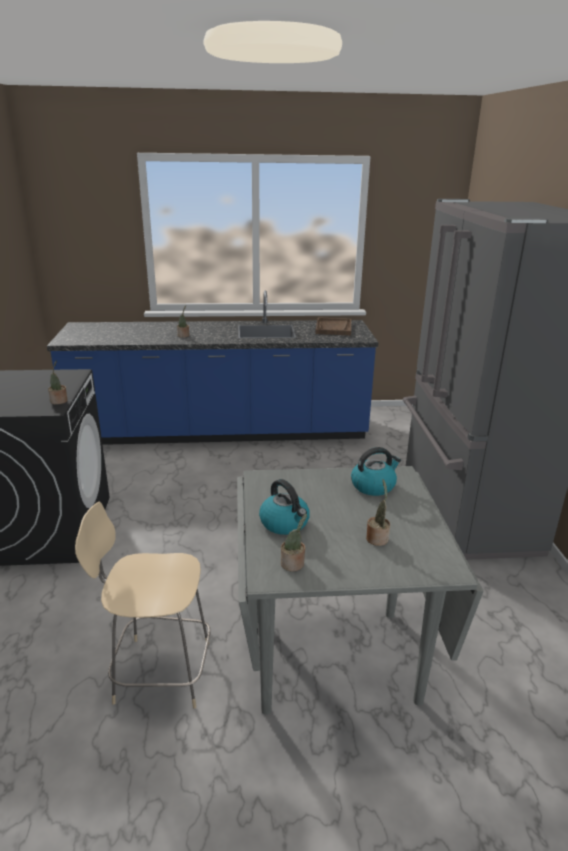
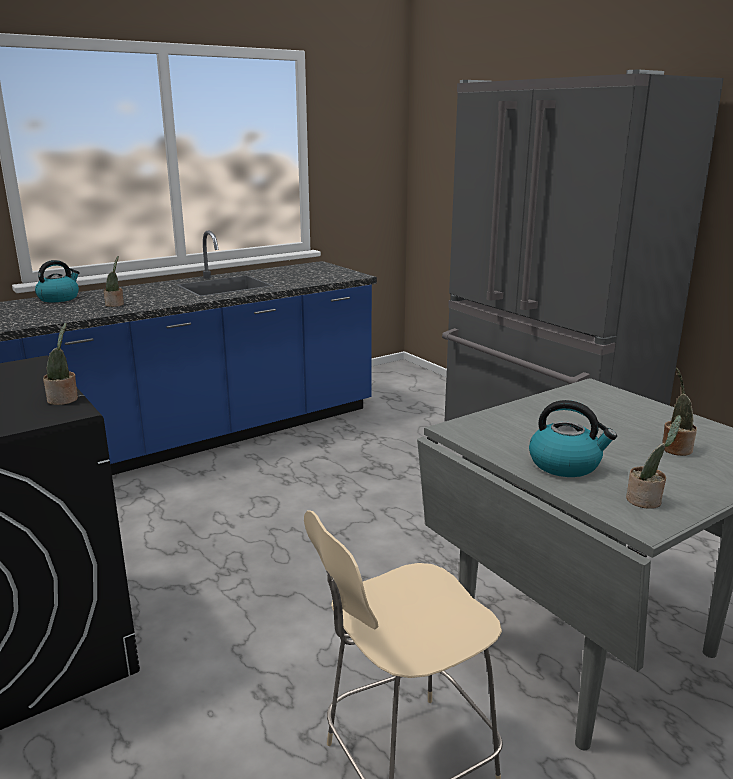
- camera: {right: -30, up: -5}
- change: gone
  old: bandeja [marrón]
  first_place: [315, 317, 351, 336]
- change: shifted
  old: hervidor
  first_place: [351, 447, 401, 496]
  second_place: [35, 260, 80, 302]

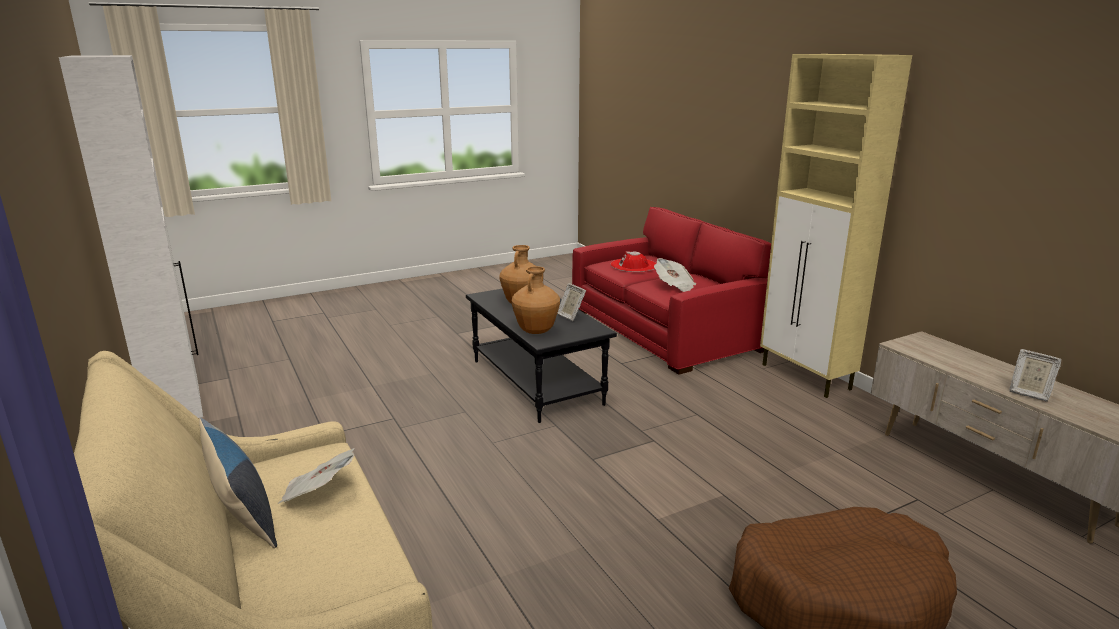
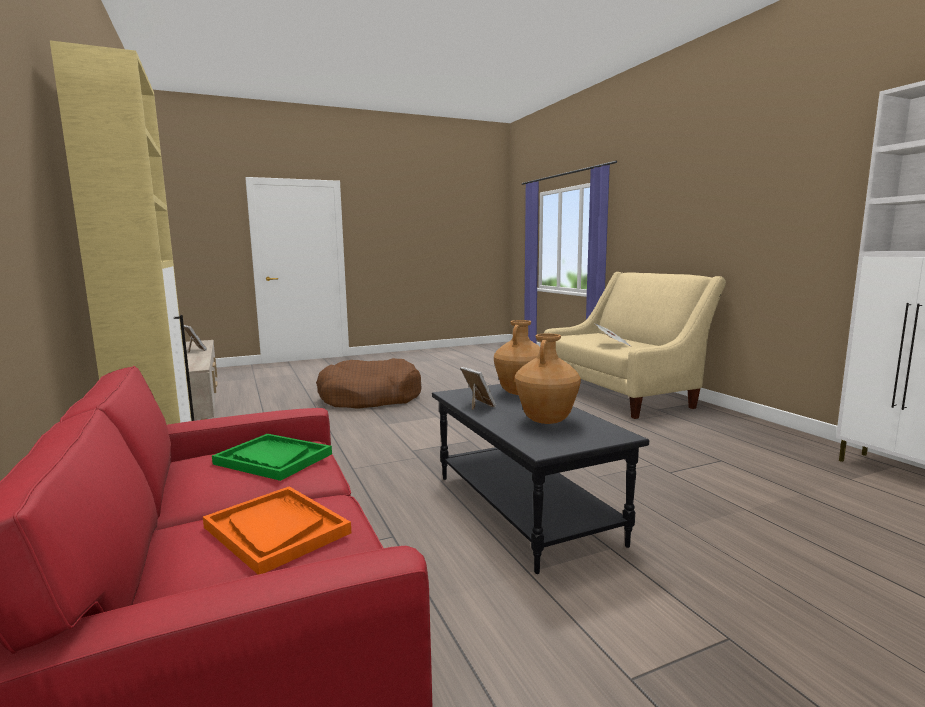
- camera: {right: -175, up: -10}
- change: swapped
  old: sombrero [rojo]
  new: bandeja [naranja]
  first_place: [610, 251, 656, 272]
  second_place: [203, 486, 352, 575]
- change: swapped
  old: periódico
  new: bandeja [verde]
  first_place: [654, 258, 696, 292]
  second_place: [212, 434, 332, 481]
- change: gone
  old: cojín
  first_place: [199, 417, 277, 548]

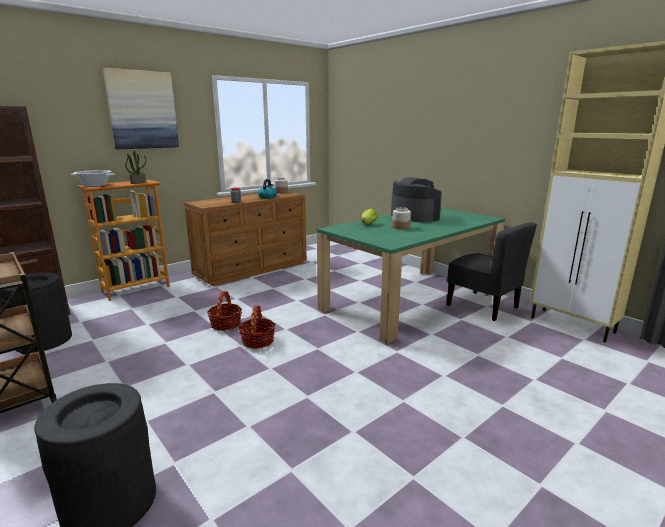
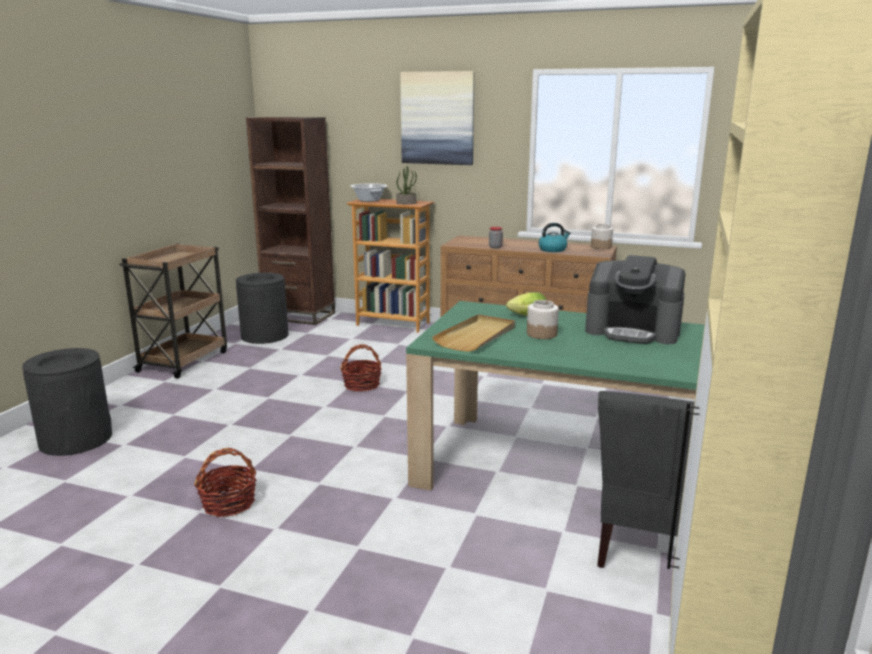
- camera: {right: 60, up: 0}
- change: rotated
  old: cafetera
  first_place: [391, 177, 442, 222]
  second_place: [585, 255, 685, 344]
  degrees: 90
- change: shifted
  old: cesta
  first_place: [238, 305, 276, 349]
  second_place: [194, 448, 257, 517]
- change: new
  new: bandeja [beis]
  second_place: [432, 314, 515, 352]

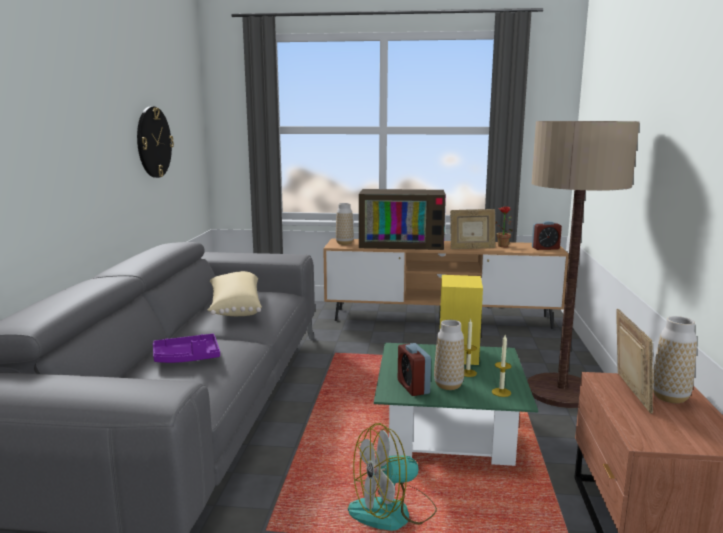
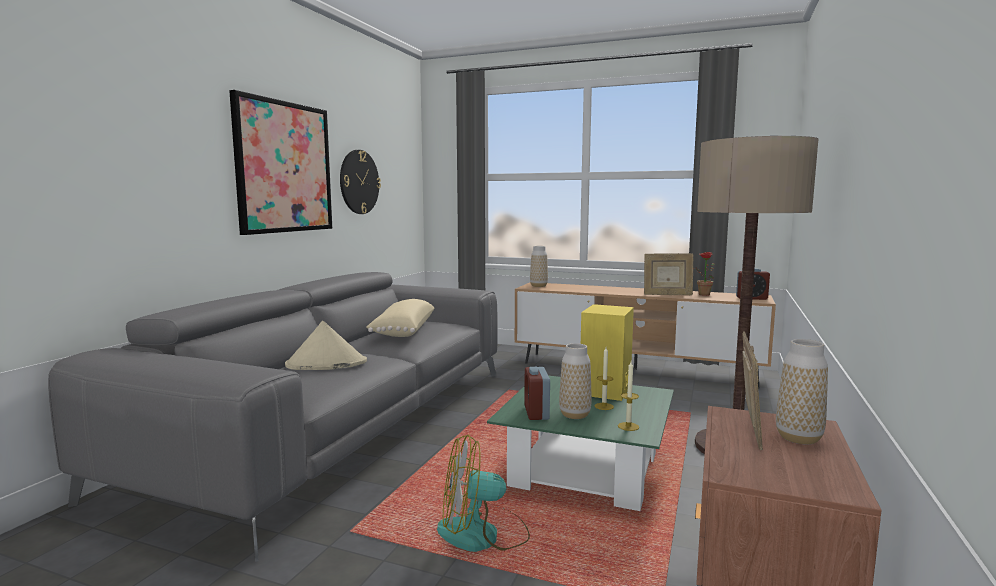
- camera: {right: 15, up: -5}
- change: gone
  old: televisor
  first_place: [359, 189, 446, 250]
- change: swapped
  old: bandeja [morado]
  new: sombrero [beis]
  first_place: [153, 334, 220, 363]
  second_place: [285, 321, 367, 370]
- change: new
  new: cuadro
  second_place: [229, 90, 332, 235]

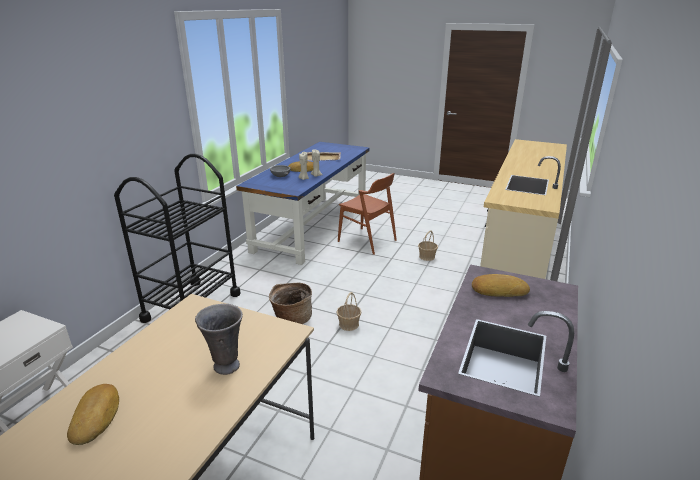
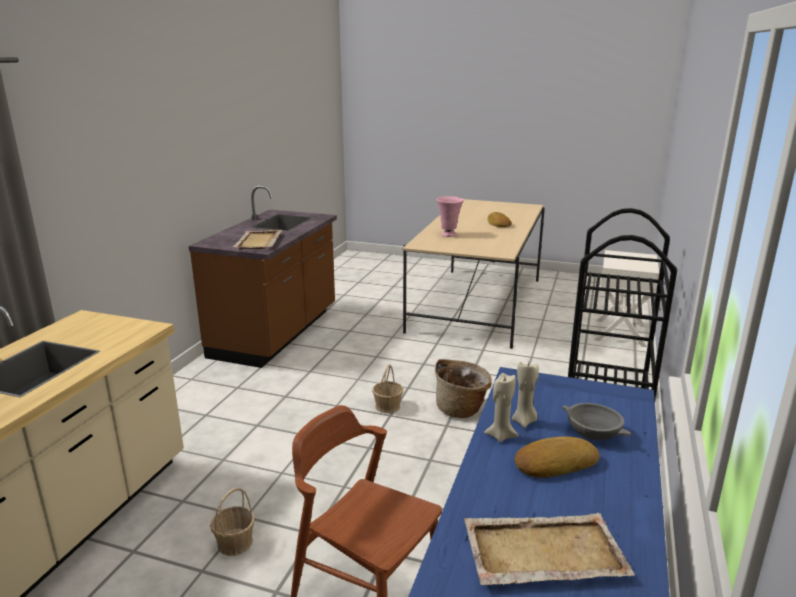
- camera: {right: 175, up: -5}
- change: swapped
  old: pan
  new: bandeja [beis]
  first_place: [472, 274, 530, 297]
  second_place: [233, 230, 282, 249]
- change: repainted
  old: florero [gris]
  new: florero [rosa]
  first_place: [195, 304, 243, 375]
  second_place: [436, 196, 464, 237]

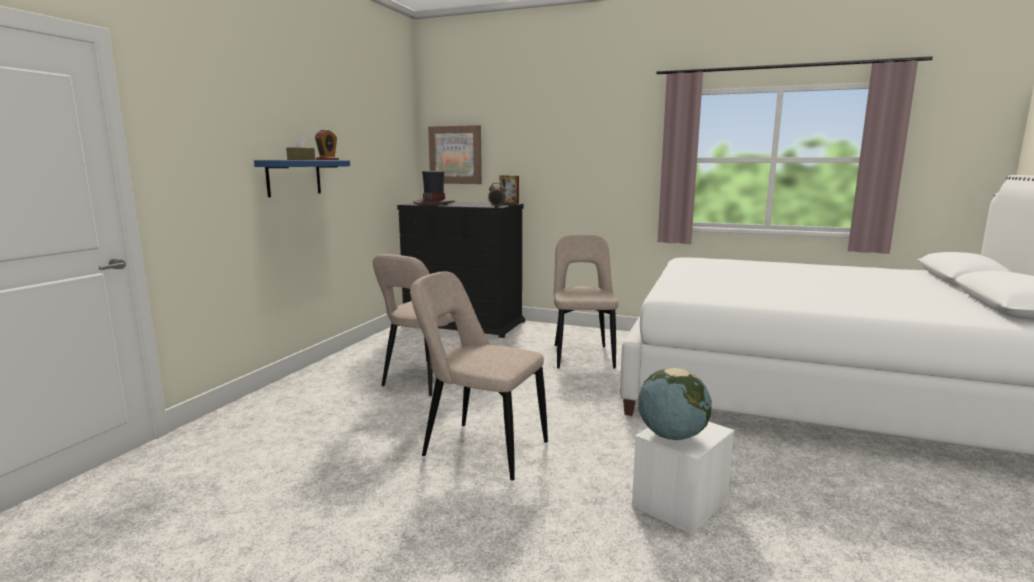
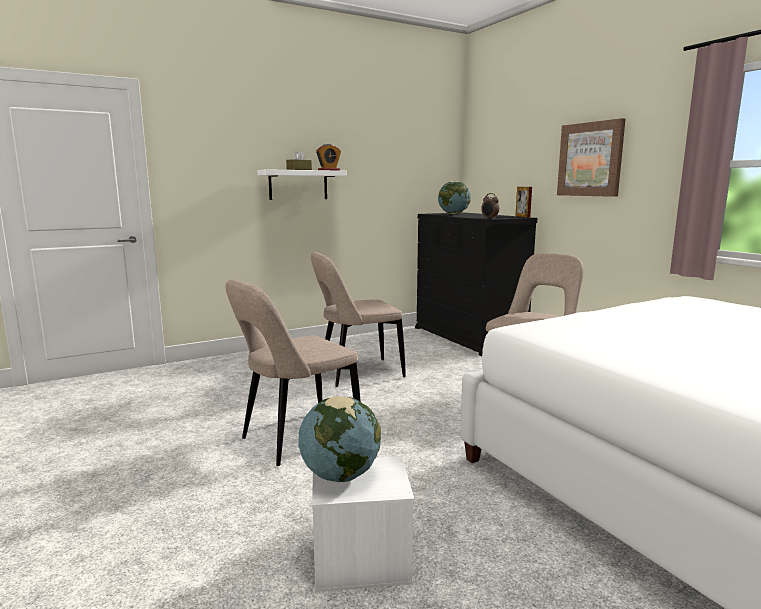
- camera: {right: 40, up: 0}
- change: shifted
  old: cuadro
  first_place: [428, 125, 482, 184]
  second_place: [557, 118, 626, 197]
- change: repainted
  old: estante [azul]
  new: estante [blanco]
  first_place: [254, 160, 350, 197]
  second_place: [257, 169, 347, 200]
- change: swapped
  old: sombrero
  new: globo terráqueo
  first_place: [413, 171, 455, 205]
  second_place: [438, 181, 471, 214]
- change: rotated
  old: silla [beis]
  first_place: [410, 271, 548, 480]
  second_place: [225, 279, 361, 466]
  degrees: -105

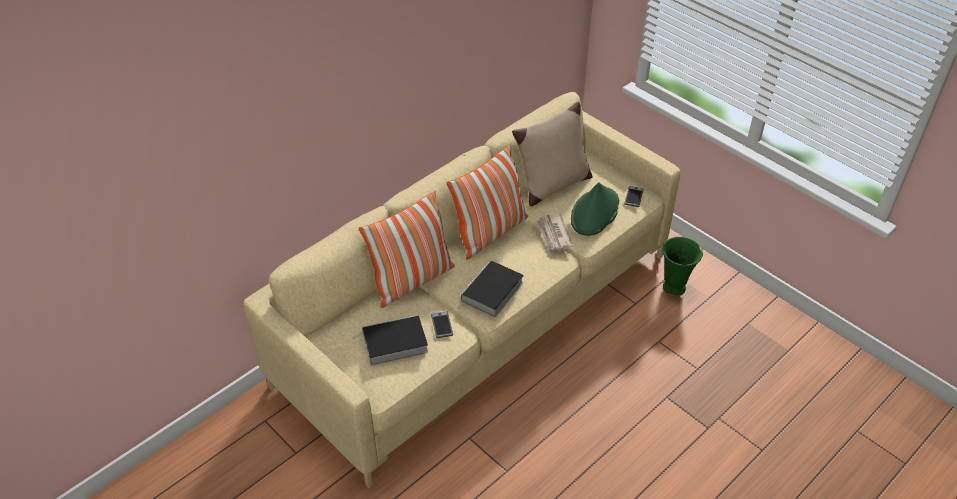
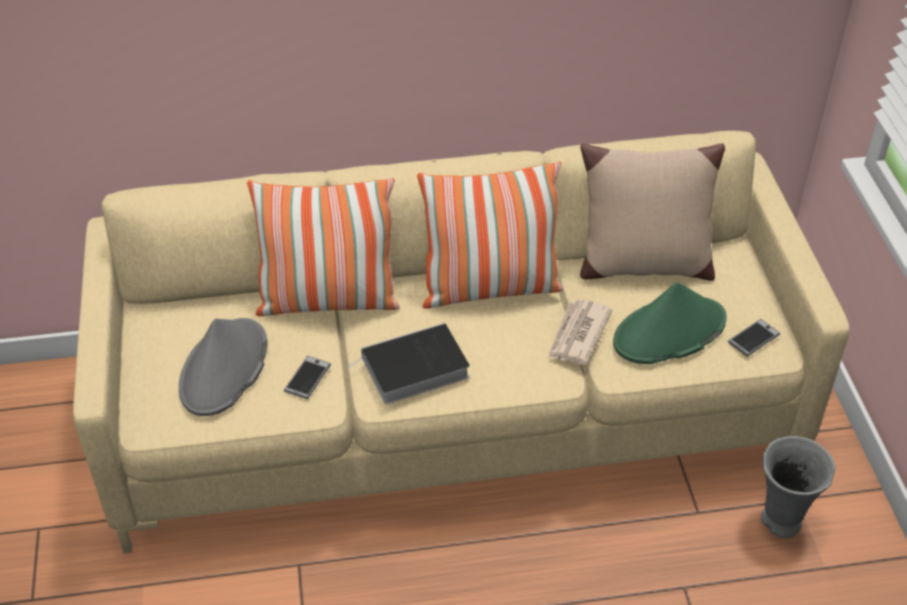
- camera: {right: 35, up: 0}
- change: repainted
  old: florero [verde]
  new: florero [gris]
  first_place: [662, 237, 703, 295]
  second_place: [761, 436, 835, 538]
- change: swapped
  old: libro
  new: sombrero [gris]
  first_place: [353, 315, 428, 365]
  second_place: [179, 318, 268, 416]

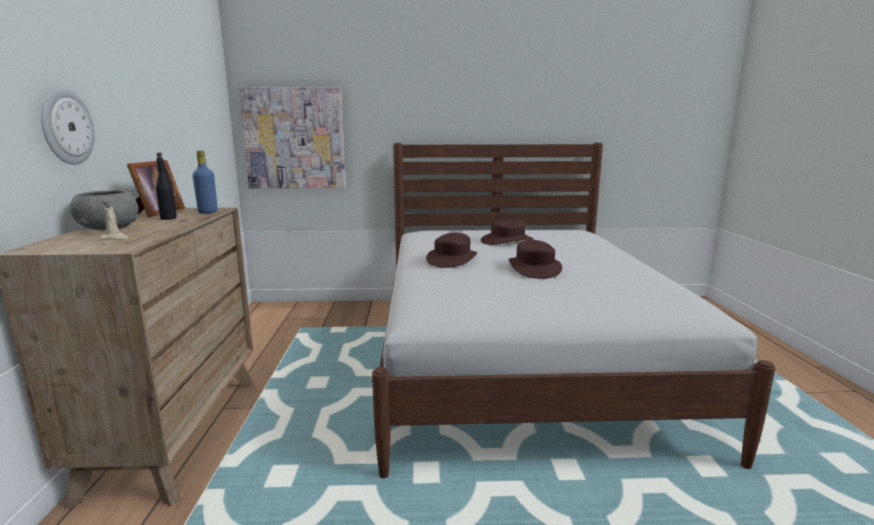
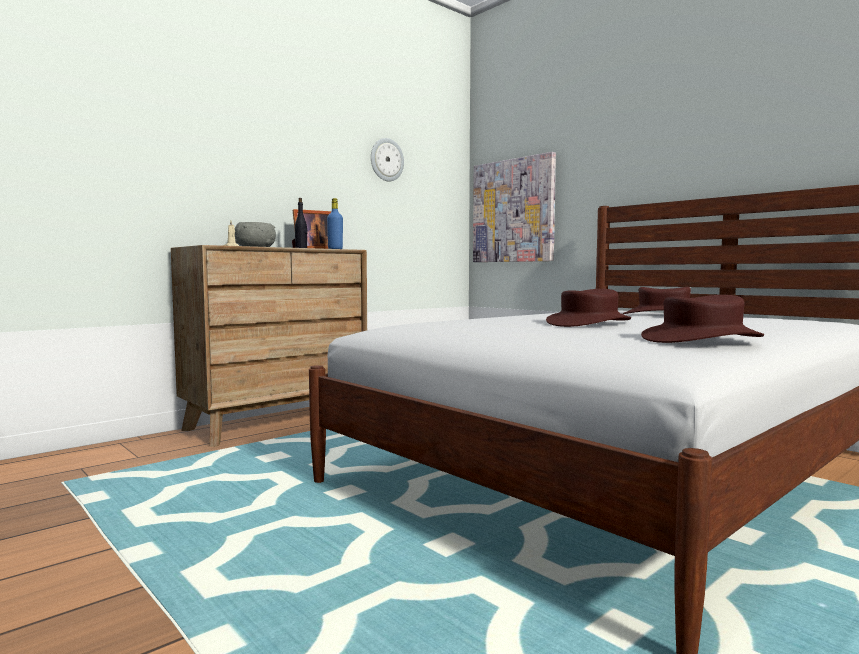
- camera: {right: 50, up: -10}
- change: shifted
  old: reloj de pared
  first_place: [41, 89, 95, 165]
  second_place: [371, 138, 404, 181]
- change: shifted
  old: sombrero [marrón]
  first_place: [426, 233, 477, 268]
  second_place: [641, 295, 764, 343]

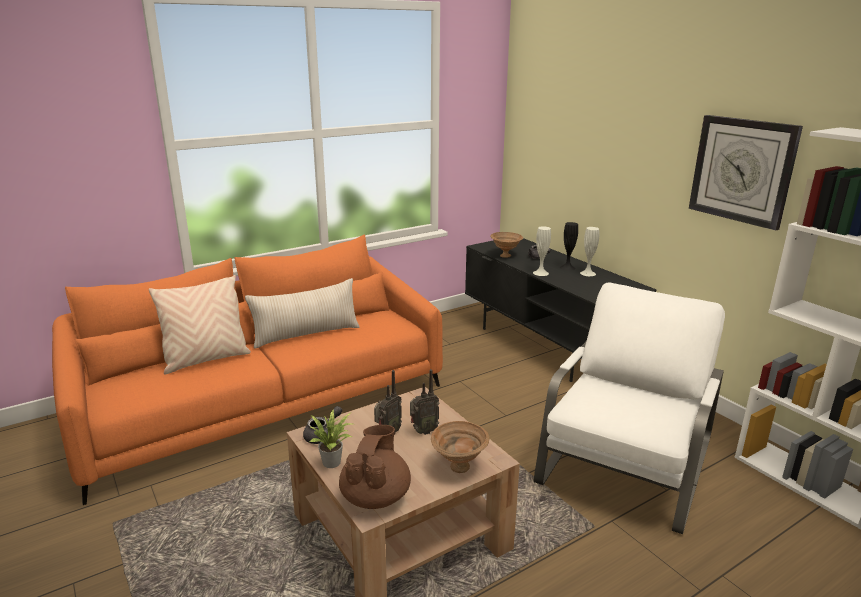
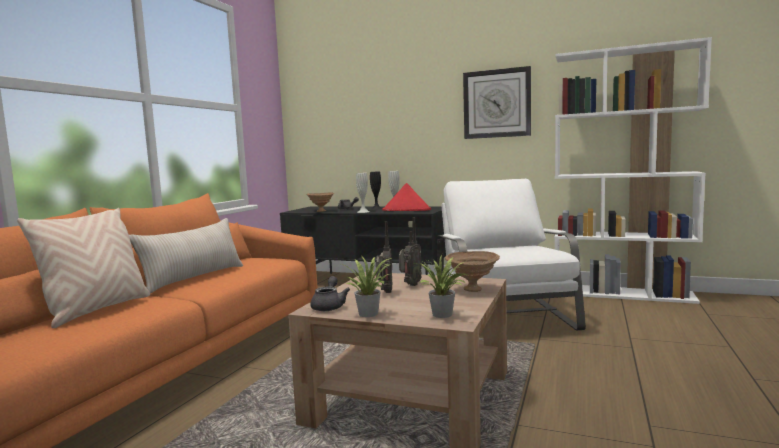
- camera: {right: -35, up: -15}
- change: swapped
  old: tetera [marrón]
  new: planta en maceta
  first_place: [339, 425, 411, 509]
  second_place: [411, 254, 468, 318]
- change: new
  new: sombrero [rojo]
  second_place: [382, 183, 431, 211]

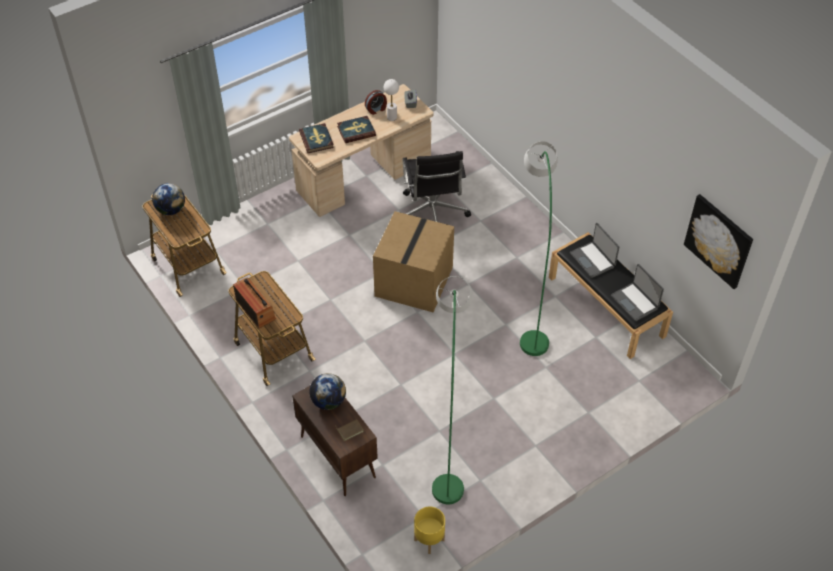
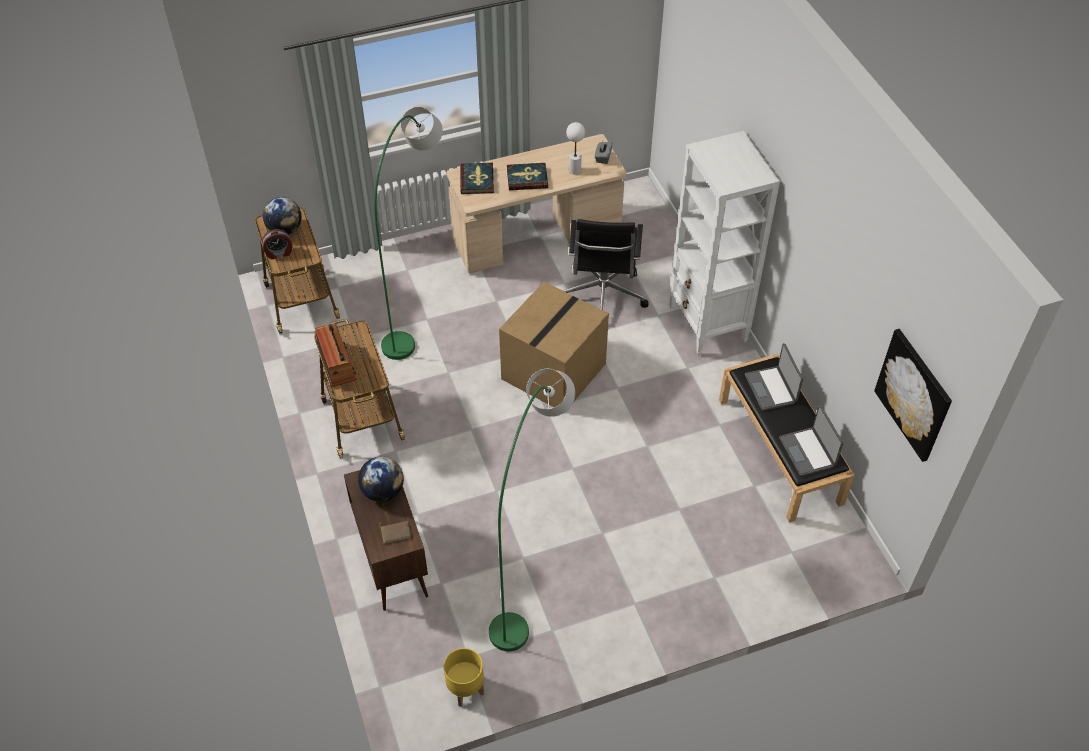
- camera: {right: 15, up: 0}
- change: shifted
  old: despertador
  first_place: [365, 90, 387, 115]
  second_place: [262, 229, 292, 259]
- change: shifted
  old: lámpara de pie [verde]
  first_place: [520, 141, 557, 356]
  second_place: [374, 107, 443, 360]
- change: new
  new: estantería [blanco]
  second_place: [669, 131, 780, 355]

